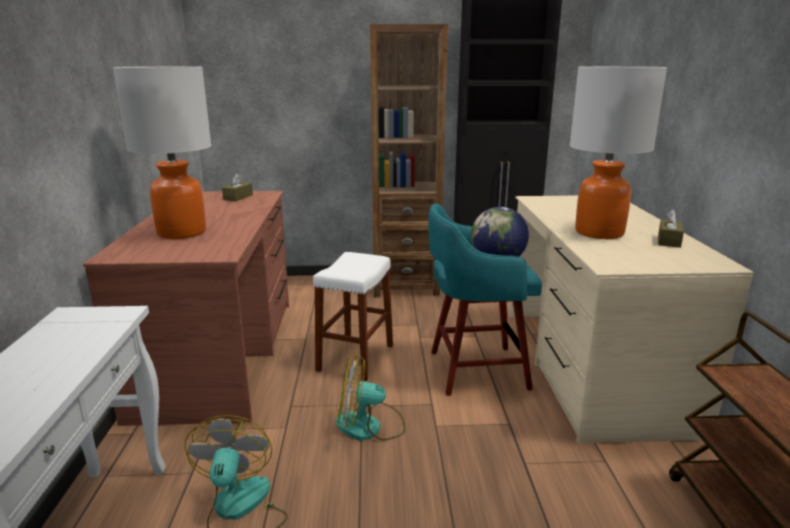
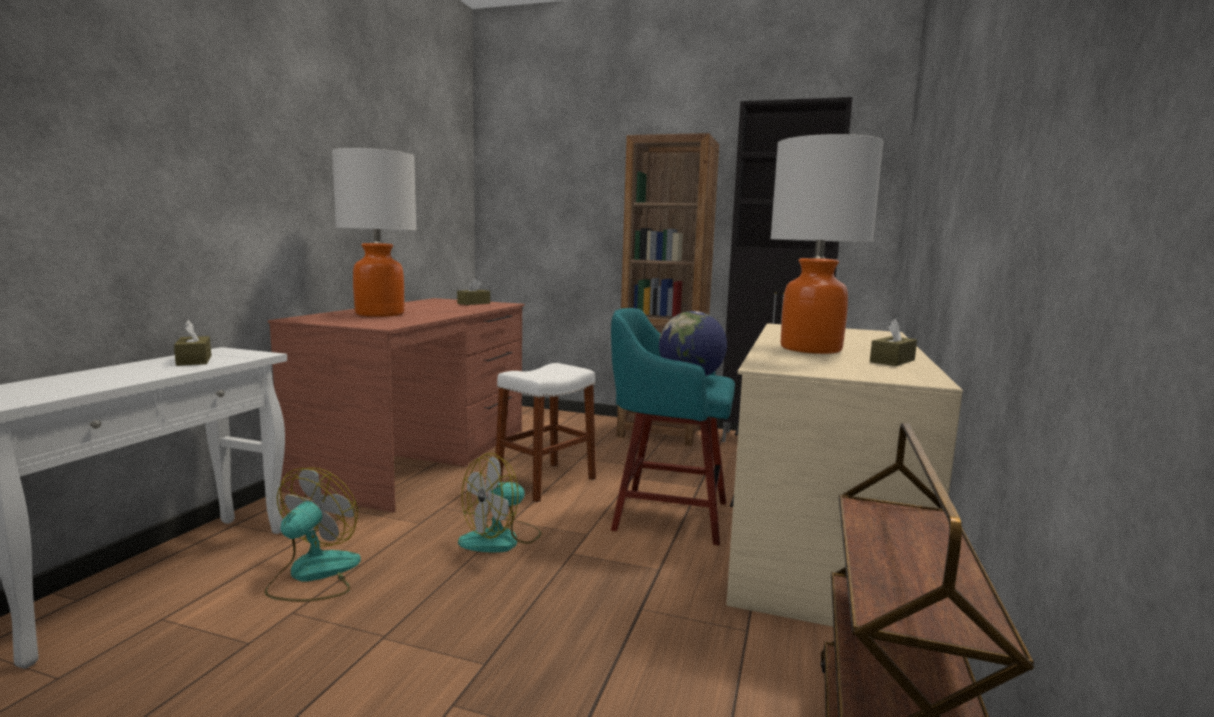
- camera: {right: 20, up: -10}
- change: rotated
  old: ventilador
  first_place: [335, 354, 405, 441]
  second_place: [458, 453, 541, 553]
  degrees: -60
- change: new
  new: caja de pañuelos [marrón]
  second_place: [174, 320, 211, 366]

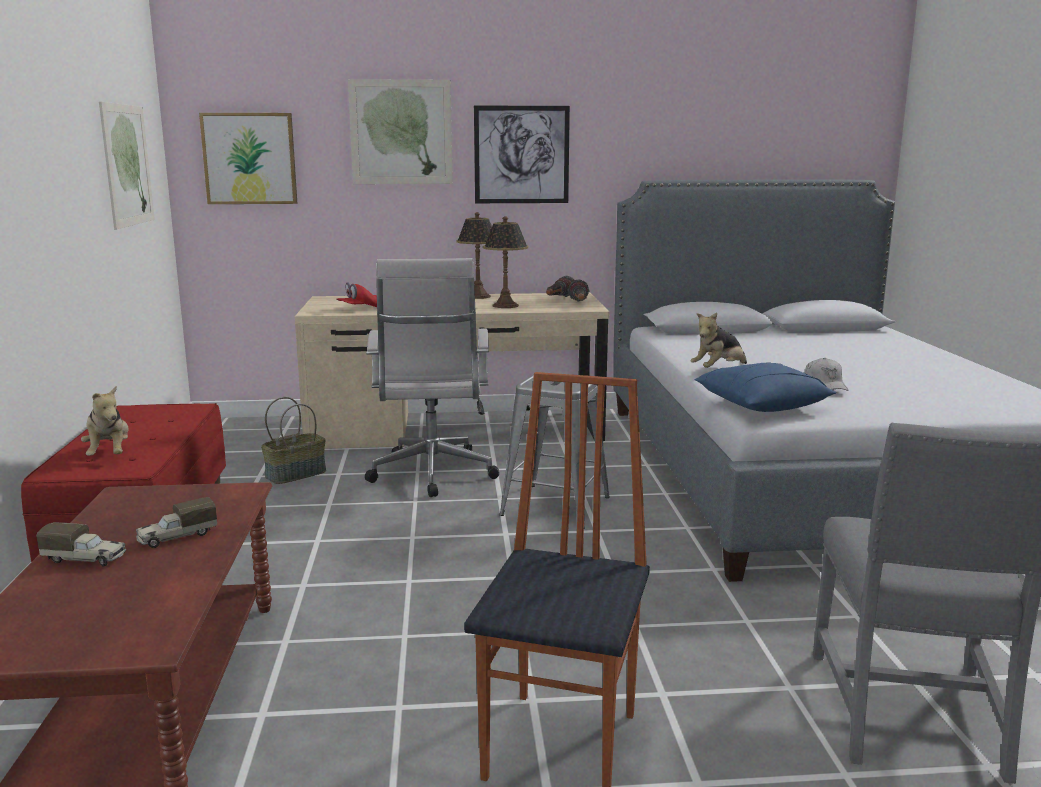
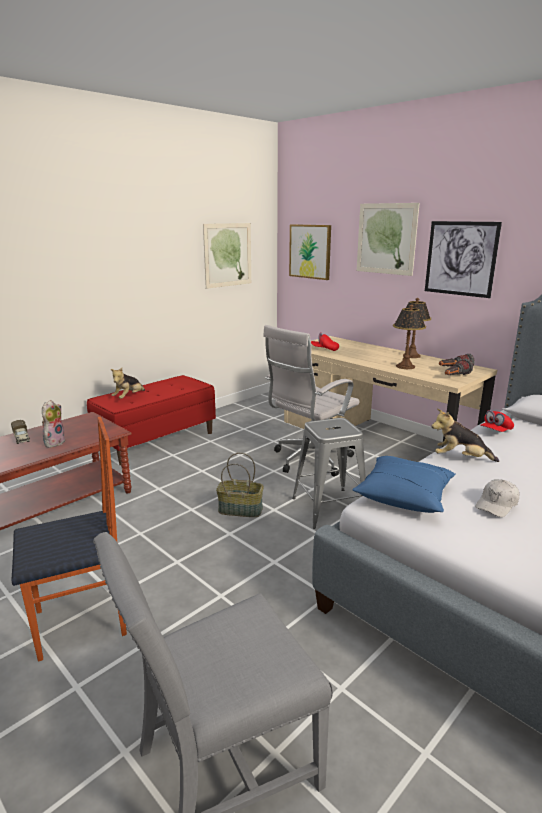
- camera: {right: 50, up: 5}
- change: shifted
  old: cesta
  first_place: [261, 397, 326, 484]
  second_place: [216, 453, 264, 517]
- change: swapped
  old: camión de juguete
  new: peluche
  first_place: [136, 497, 217, 548]
  second_place: [42, 400, 66, 448]
- change: new
  new: gorra [rojo]
  second_place: [480, 410, 514, 432]

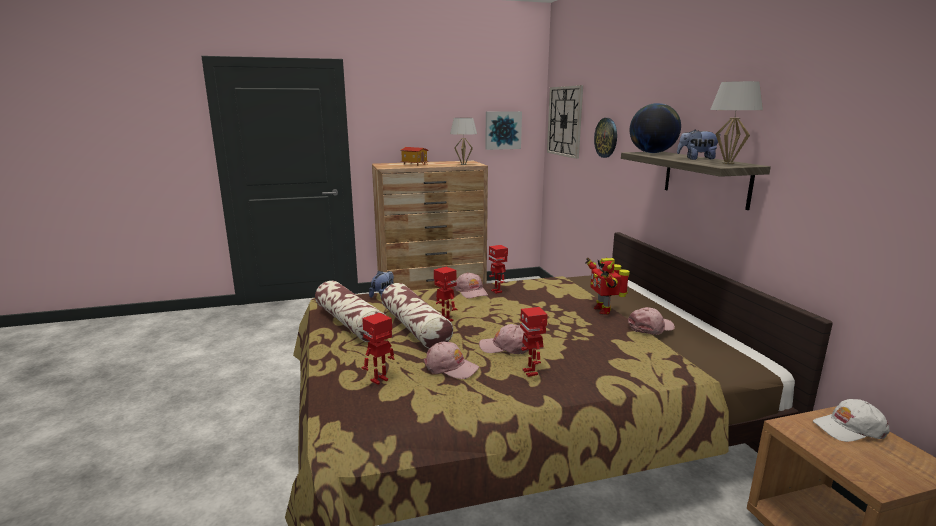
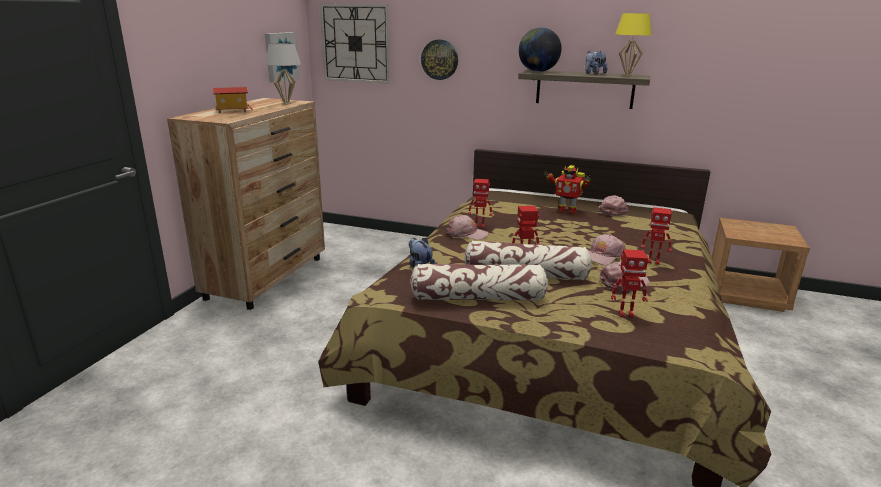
- camera: {right: -55, up: 5}
- change: repainted
  old: lámpara de mesa [blanco]
  new: lámpara de mesa [amarillo]
  first_place: [710, 81, 763, 164]
  second_place: [615, 13, 652, 76]
- change: rotated
  old: robot de juguete
  first_place: [362, 313, 394, 385]
  second_place: [611, 249, 648, 318]
  degrees: -75
- change: gone
  old: gorra [blanco]
  first_place: [813, 399, 890, 442]

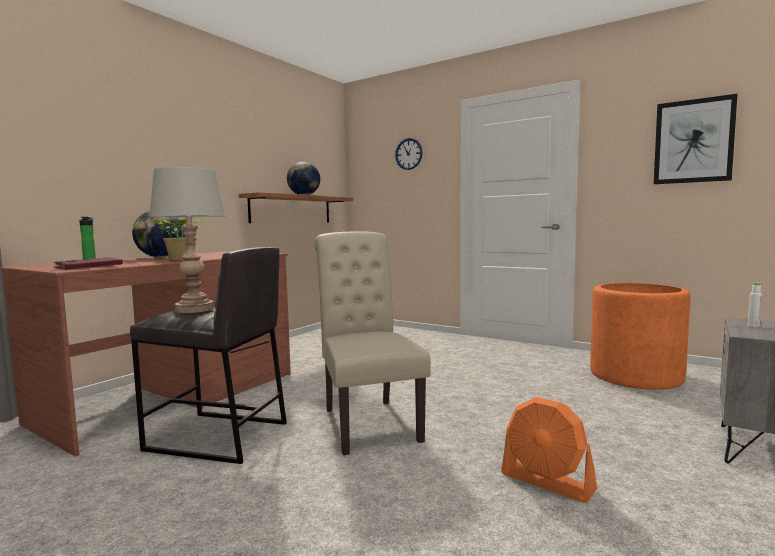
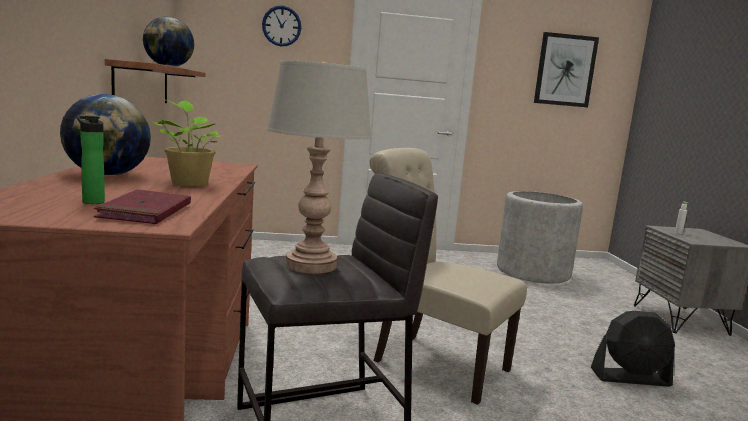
- camera: {right: -40, up: 5}
- change: repainted
  old: maceta [naranja]
  new: maceta [gris]
  first_place: [590, 283, 691, 390]
  second_place: [497, 191, 583, 284]
- change: repainted
  old: ventilador [naranja]
  new: ventilador [negro]
  first_place: [501, 397, 597, 503]
  second_place: [591, 311, 675, 387]

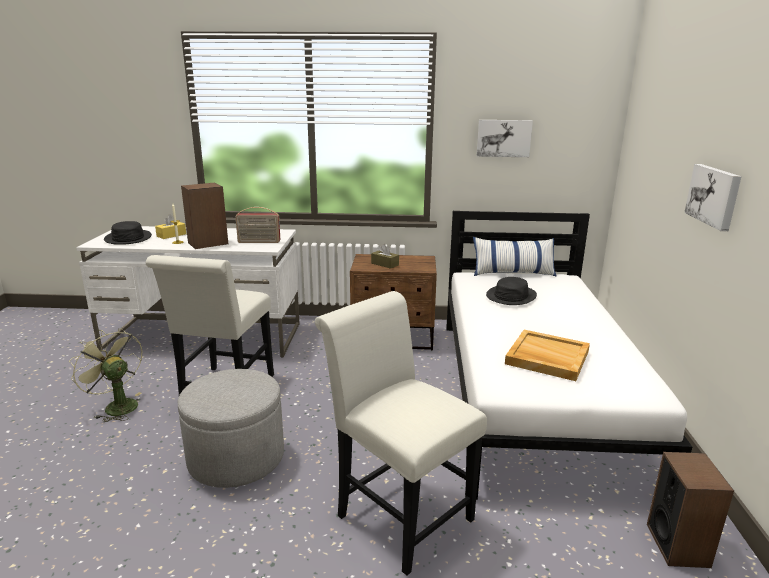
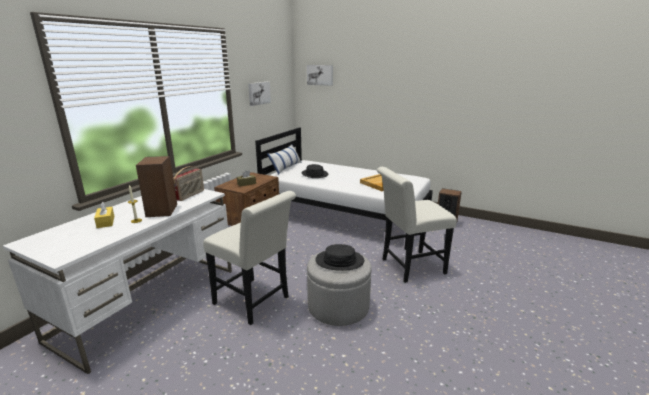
- camera: {right: -65, up: 0}
- change: shifted
  old: cuadro
  first_place: [684, 164, 742, 231]
  second_place: [307, 65, 333, 86]
- change: shifted
  old: sombrero [negro]
  first_place: [104, 221, 152, 245]
  second_place: [315, 244, 364, 271]
- change: gone
  old: ventilador [verde]
  first_place: [68, 328, 142, 422]

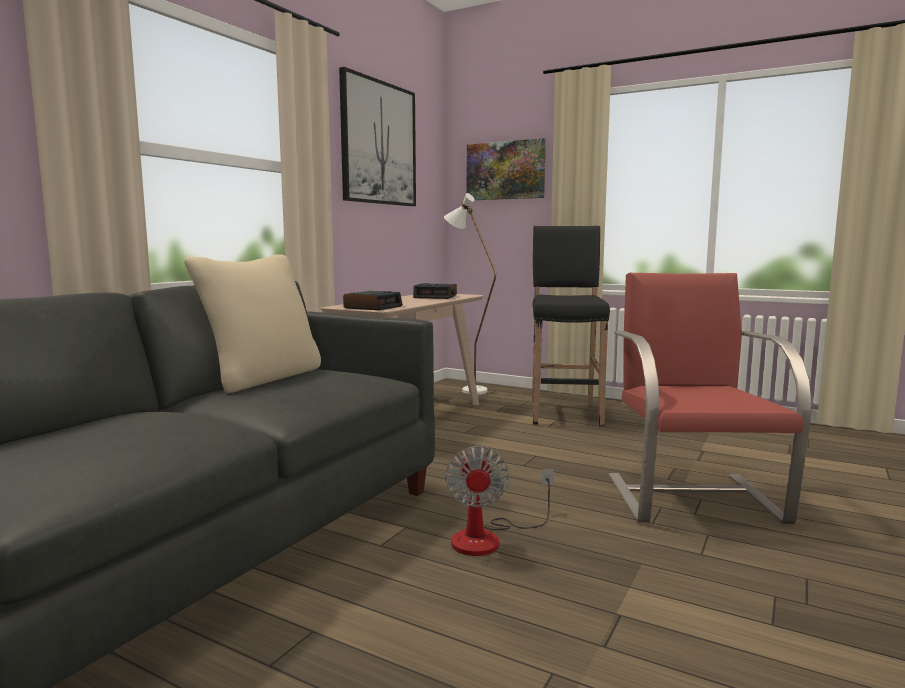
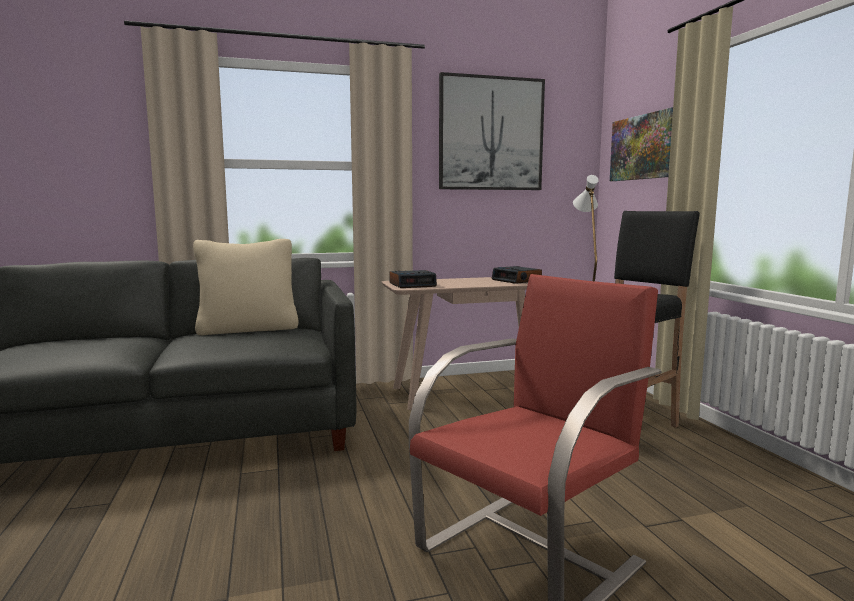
- camera: {right: 45, up: 0}
- change: gone
  old: ventilador
  first_place: [445, 446, 553, 556]

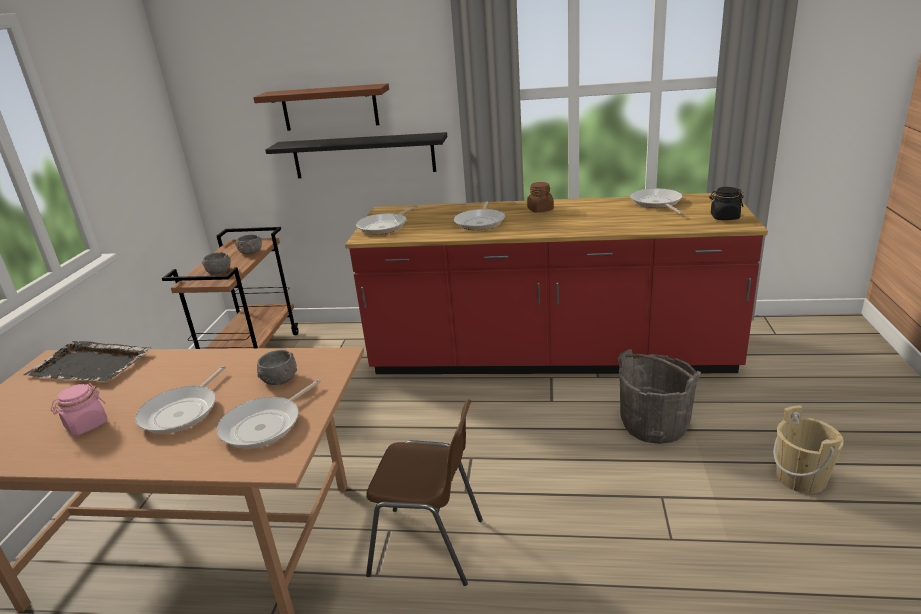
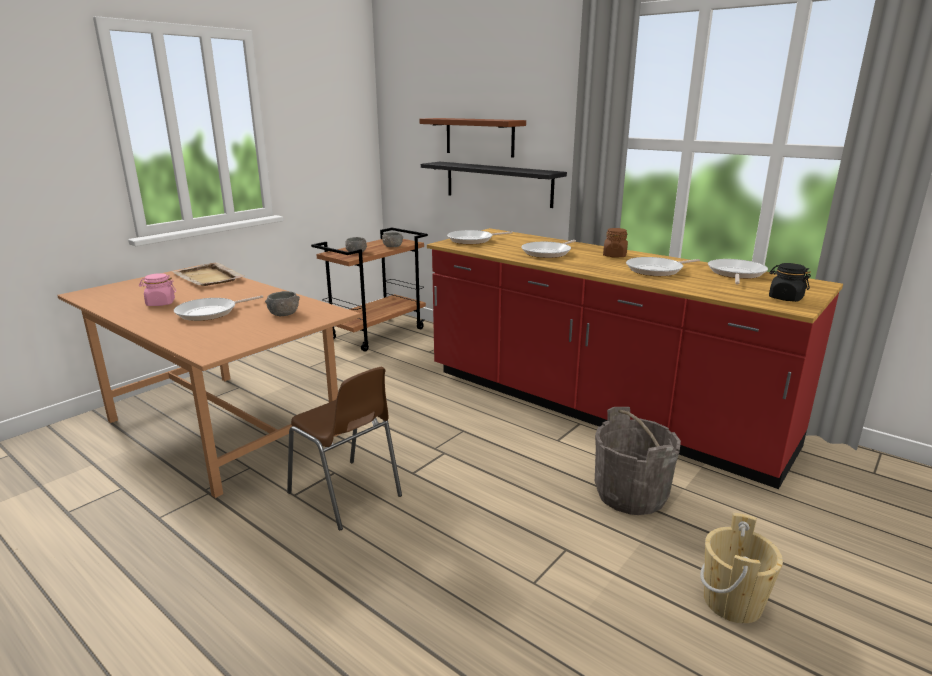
- camera: {right: 30, up: -5}
- change: repainted
  old: bandeja [negro]
  new: bandeja [beis]
  first_place: [23, 341, 152, 381]
  second_place: [172, 262, 244, 286]
- change: shifted
  old: sartén
  first_place: [217, 379, 321, 448]
  second_place: [626, 257, 700, 276]

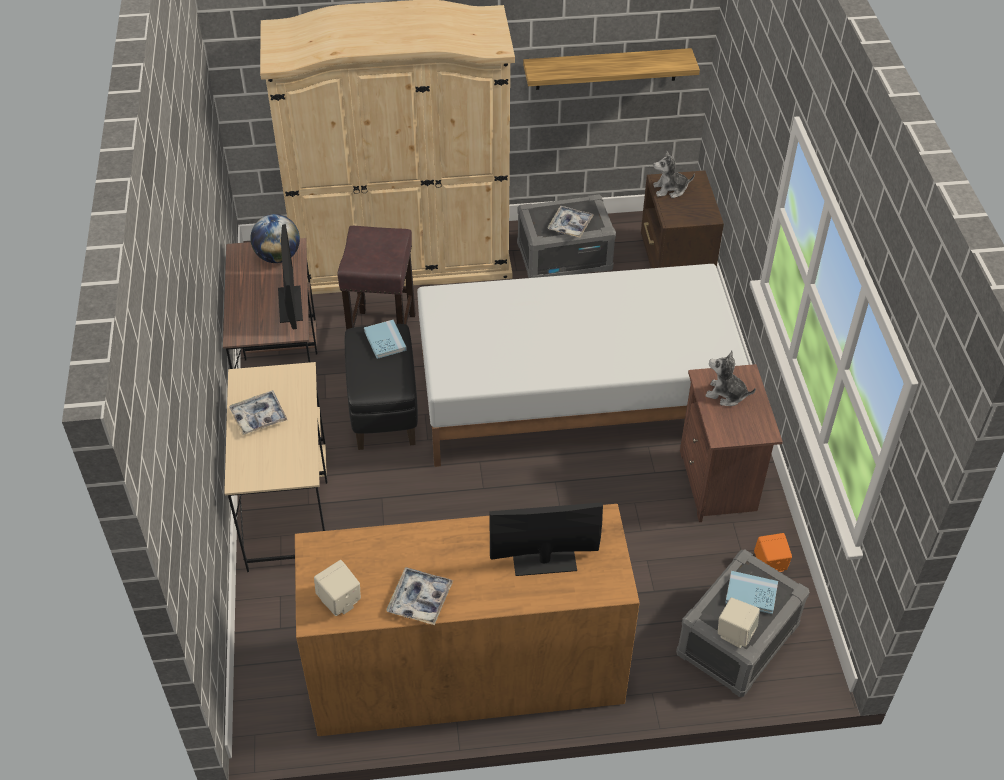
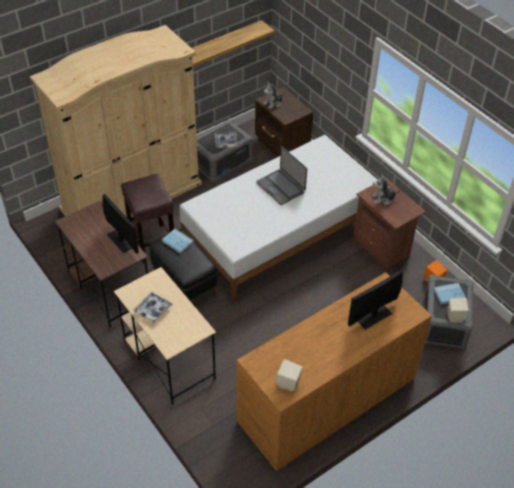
- camera: {right: -30, up: 0}
- change: gone
  old: globo terráqueo
  first_place: [250, 214, 300, 263]
- change: gone
  old: bandeja
  first_place: [387, 567, 453, 625]
- change: new
  new: portátil
  second_place: [256, 146, 307, 205]

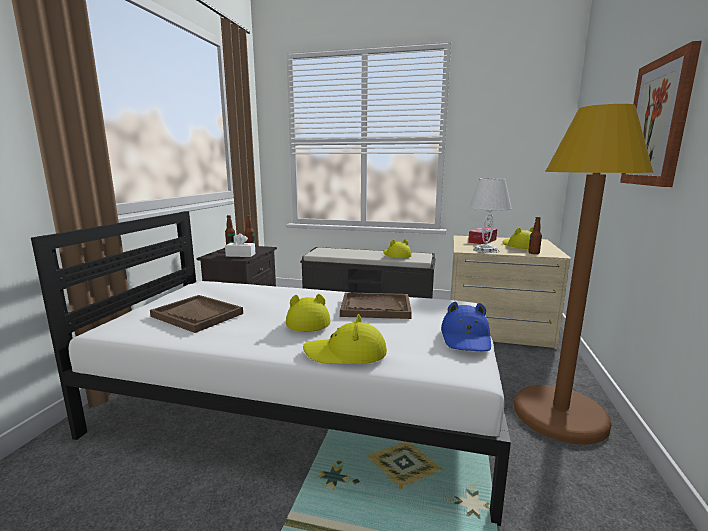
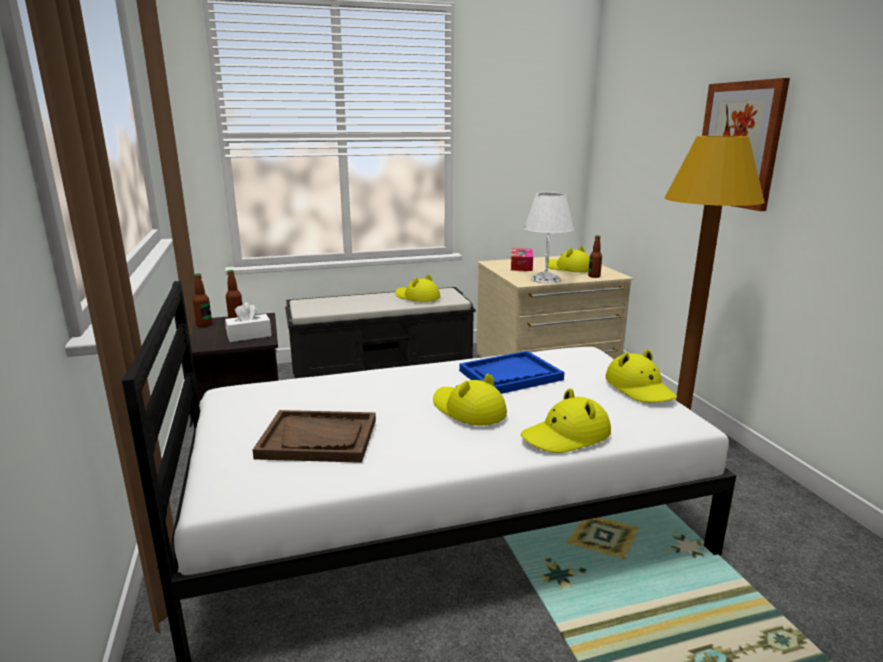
- camera: {right: -30, up: 5}
- change: repainted
  old: bandeja [marrón]
  new: bandeja [azul]
  first_place: [340, 292, 412, 319]
  second_place: [459, 351, 564, 394]
- change: repainted
  old: sombrero [azul]
  new: sombrero [amarillo]
  first_place: [441, 302, 491, 352]
  second_place: [606, 349, 677, 403]

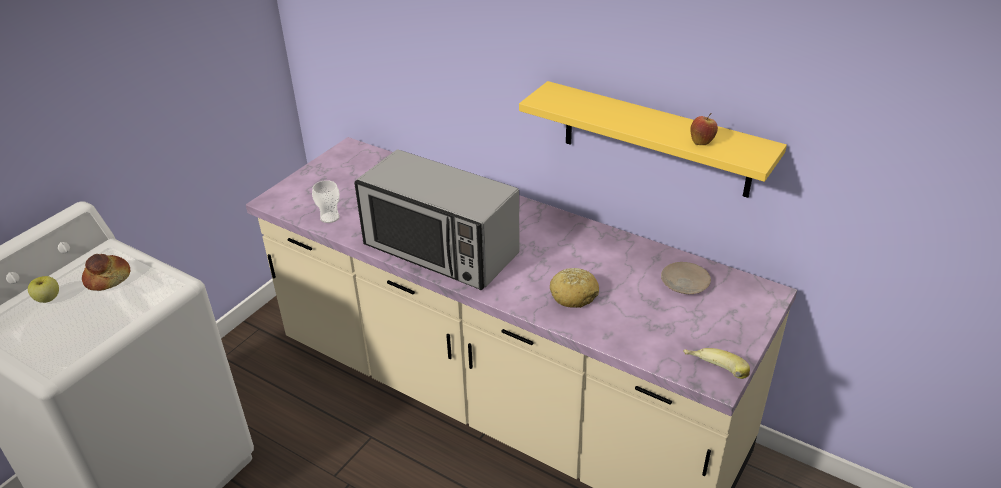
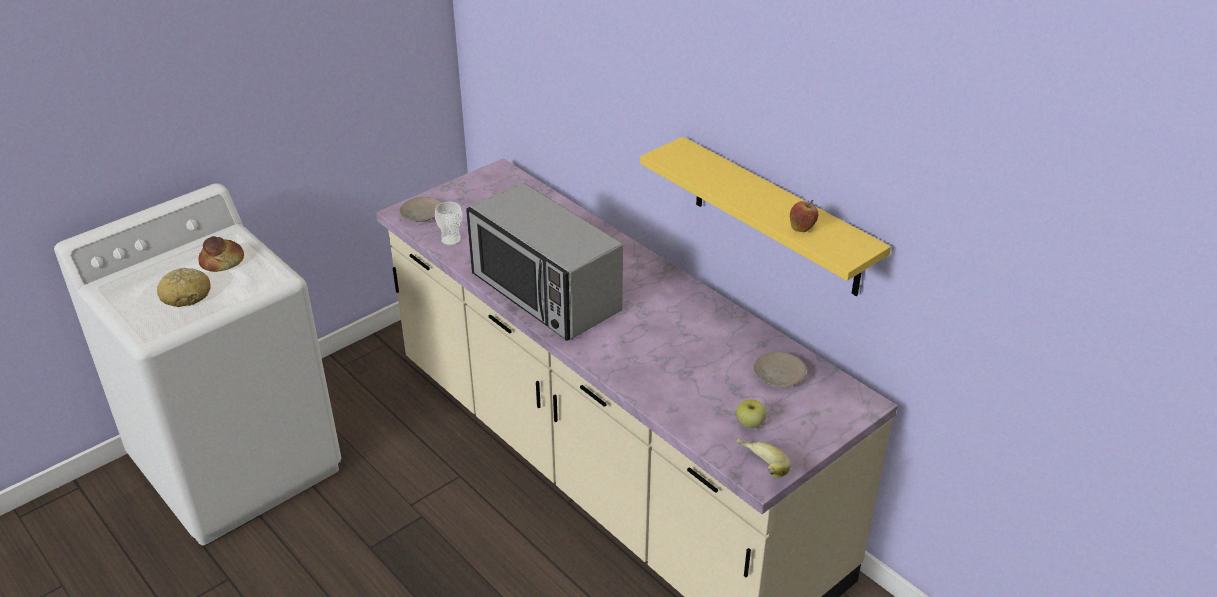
- camera: {right: 15, up: 0}
- change: shifted
  old: pan
  first_place: [550, 268, 599, 308]
  second_place: [157, 268, 211, 307]
- change: shifted
  old: manzana
  first_place: [28, 276, 59, 303]
  second_place: [736, 400, 766, 428]
- change: new
  new: plato [beis]
  second_place: [400, 197, 442, 222]

